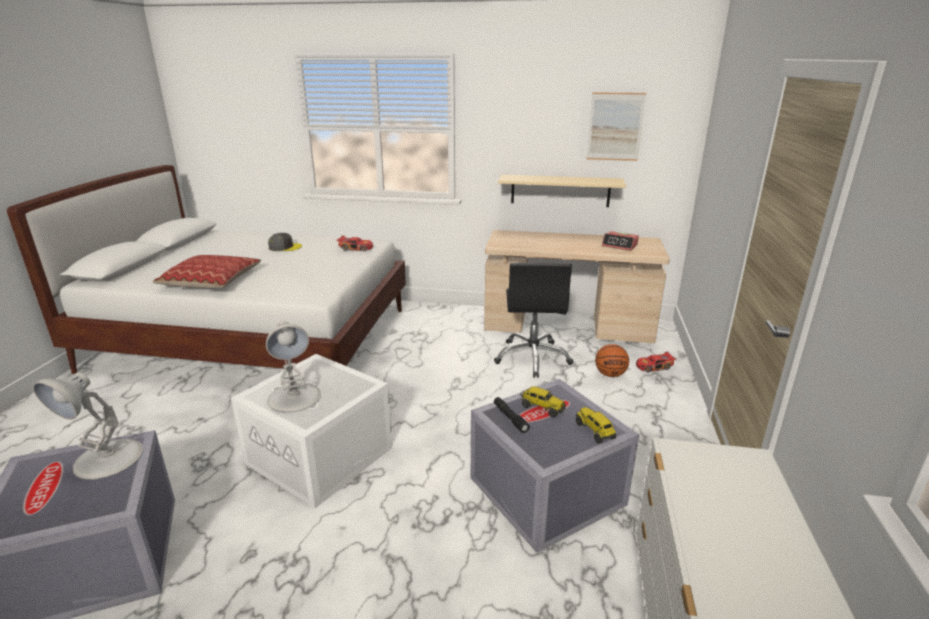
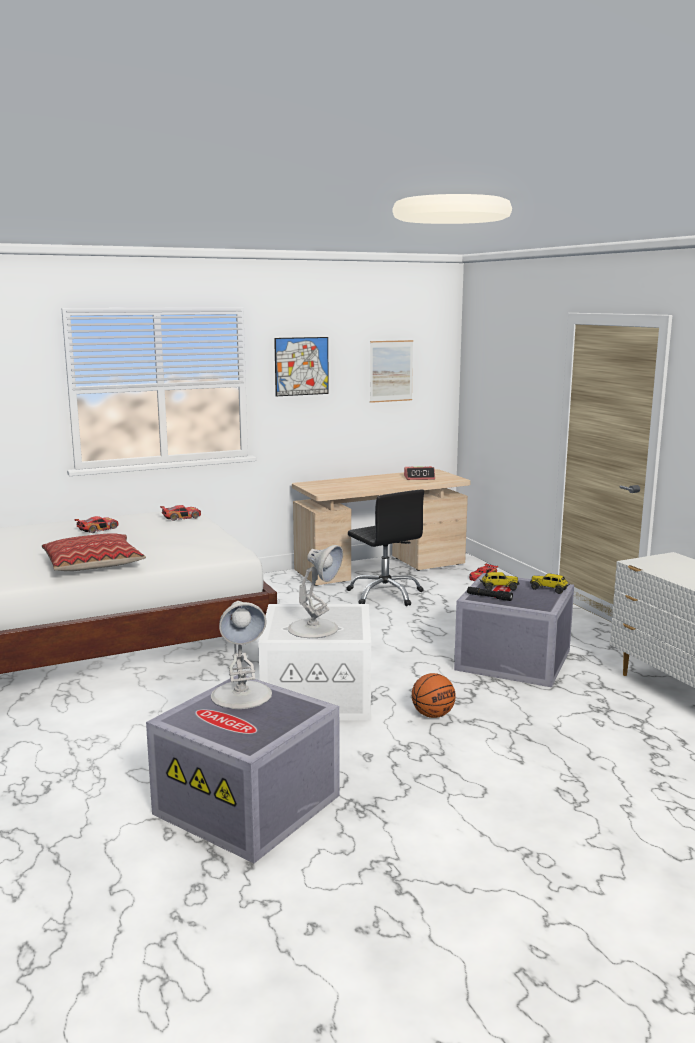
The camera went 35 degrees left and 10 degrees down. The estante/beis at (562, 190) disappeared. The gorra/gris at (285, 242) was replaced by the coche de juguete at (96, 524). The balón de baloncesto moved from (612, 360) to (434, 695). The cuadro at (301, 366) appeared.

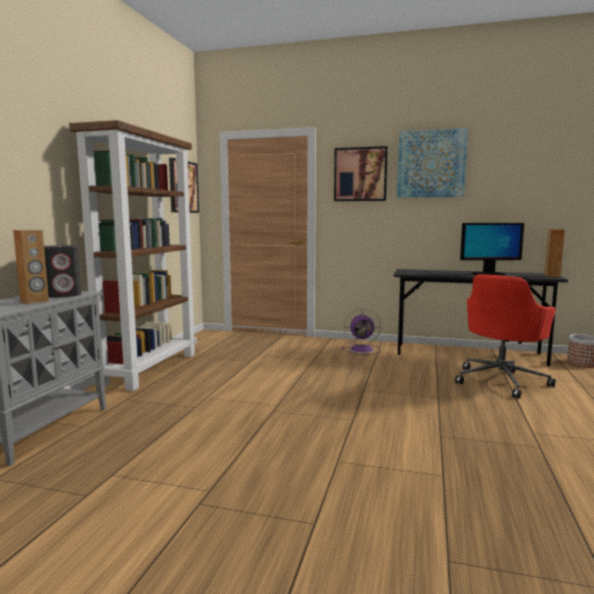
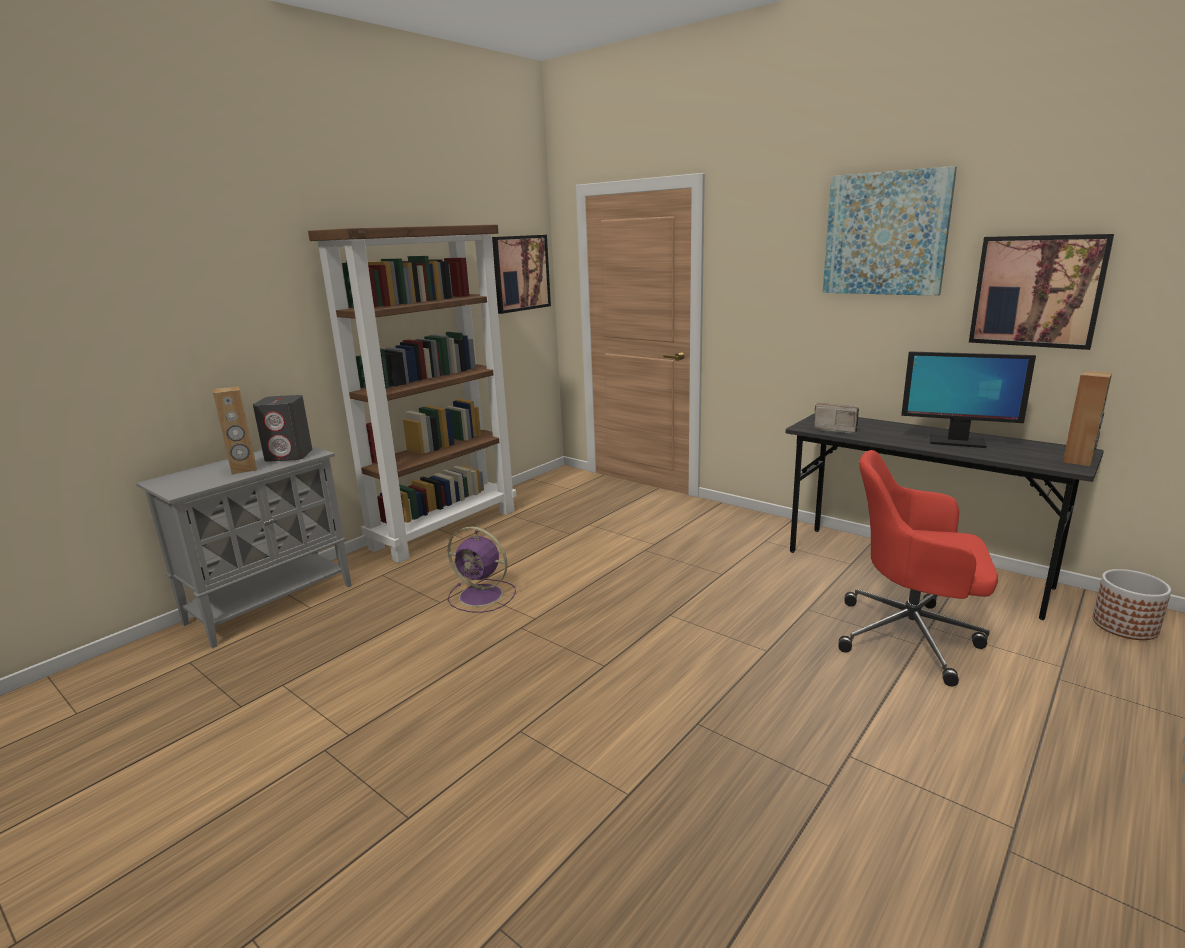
The camera went 25 degrees right and 10 degrees up. The cuadro moved from (361, 173) to (1041, 292). The silla de oficina/rojo at (505, 336) turned 45 degrees clockwise. The ventilador/morado moved from (361, 332) to (481, 569). The radio at (836, 418) appeared.

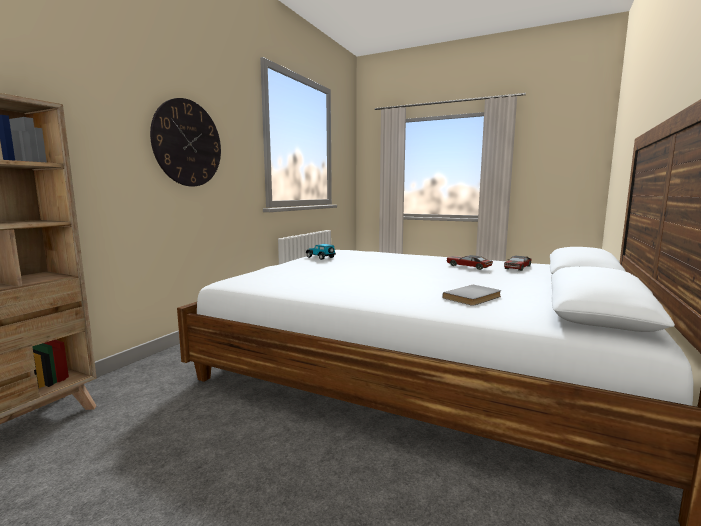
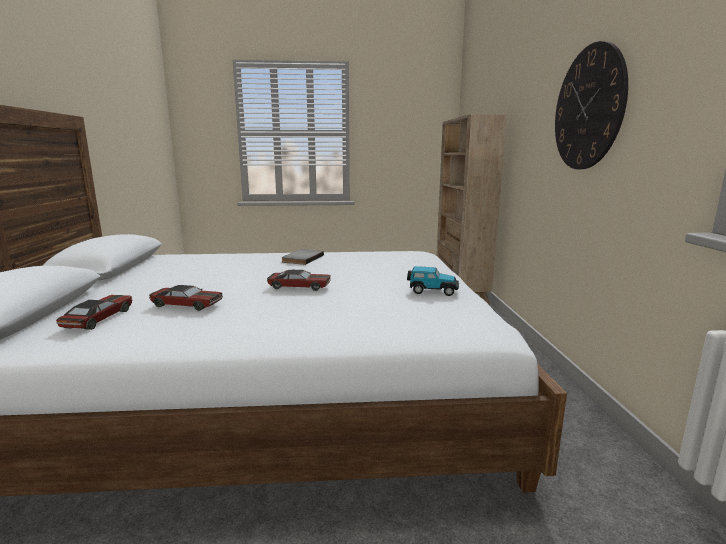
The camera went 150 degrees right and 5 degrees up. The libro/gris moved from (471, 295) to (302, 257). The coche de juguete at (299, 280) appeared.

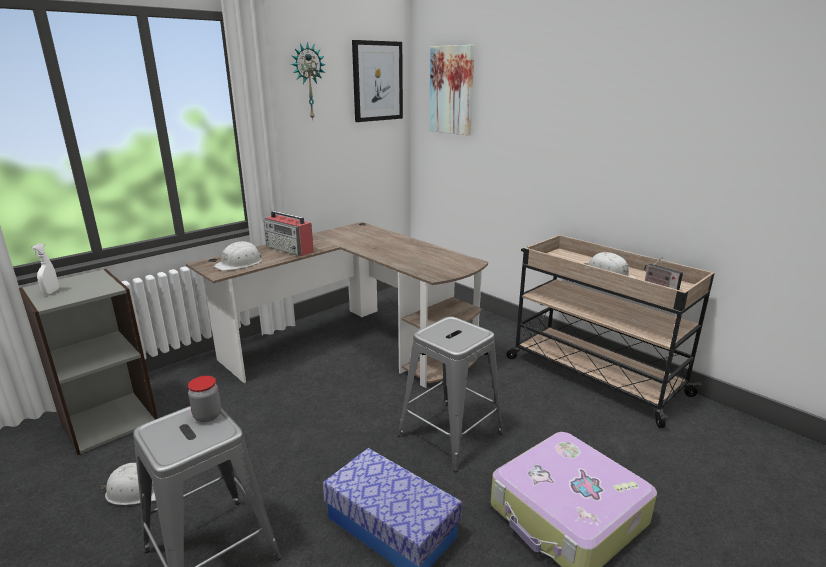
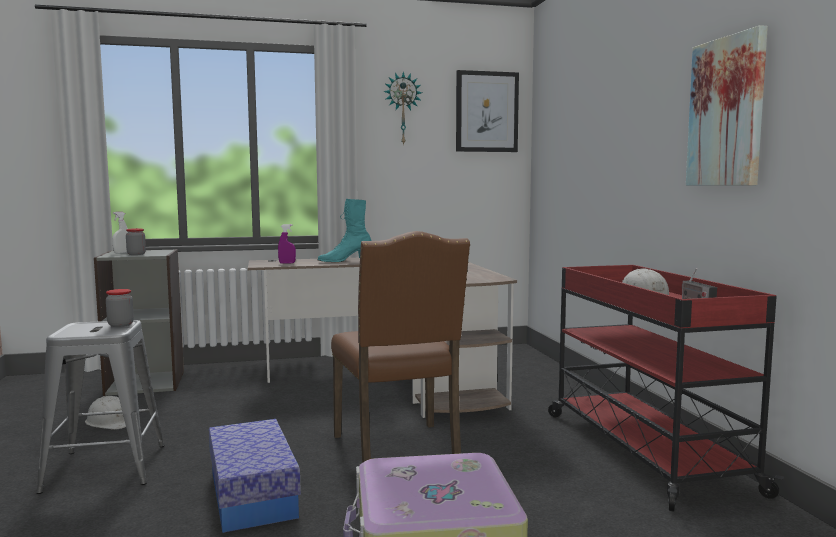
The camera went 30 degrees right and 15 degrees down. The cuadro moved from (452, 90) to (727, 105). The radio at (288, 233) was replaced by the bota/turquesa at (344, 230). The carrito/beis at (610, 331) became the carrito/rojo at (666, 388). The casco/blanco at (238, 255) was replaced by the pulverizador/morado at (287, 244). The taburete/gris at (450, 394) was replaced by the silla/marrón at (400, 347). The tarro at (136, 241) appeared.

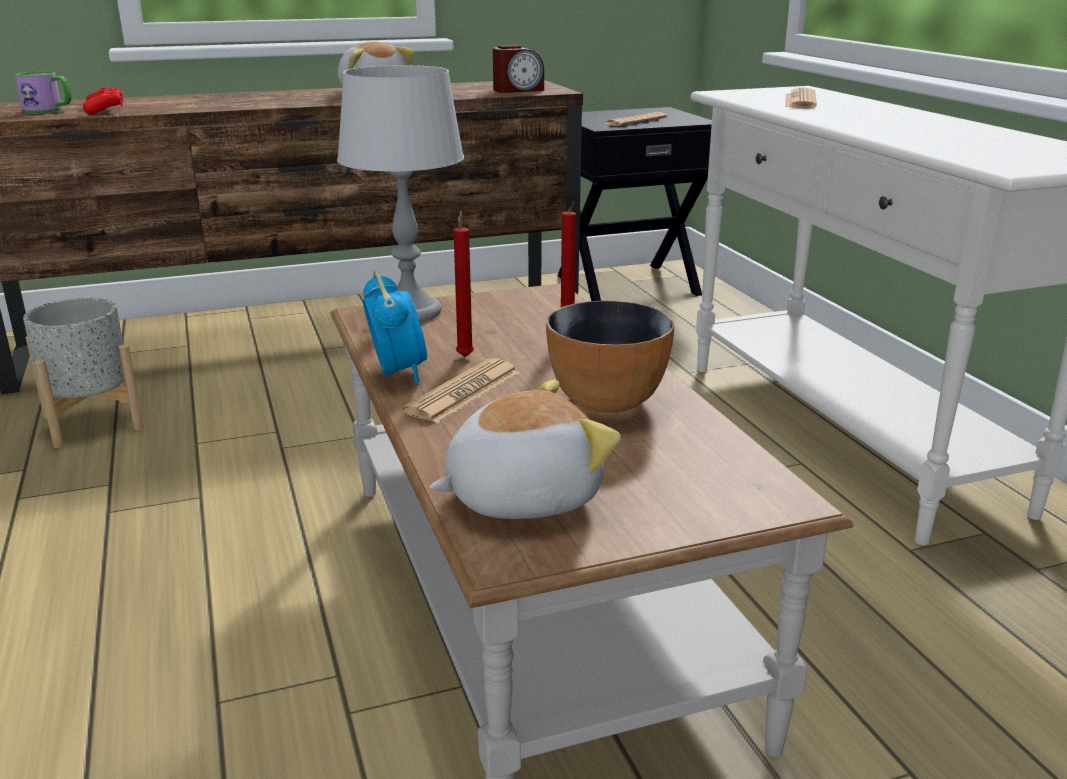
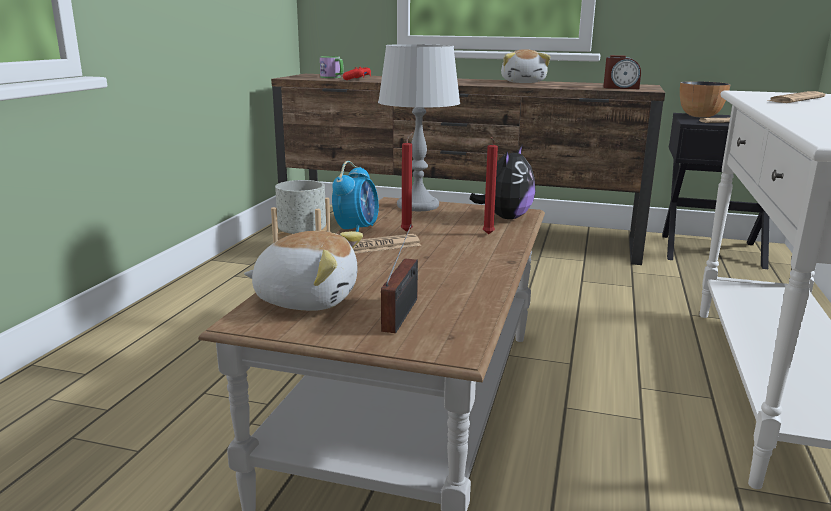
The camera went 35 degrees right and 5 degrees down. The cuenco moved from (610, 357) to (705, 99). The peluche at (503, 182) appeared. The radio at (399, 278) appeared.

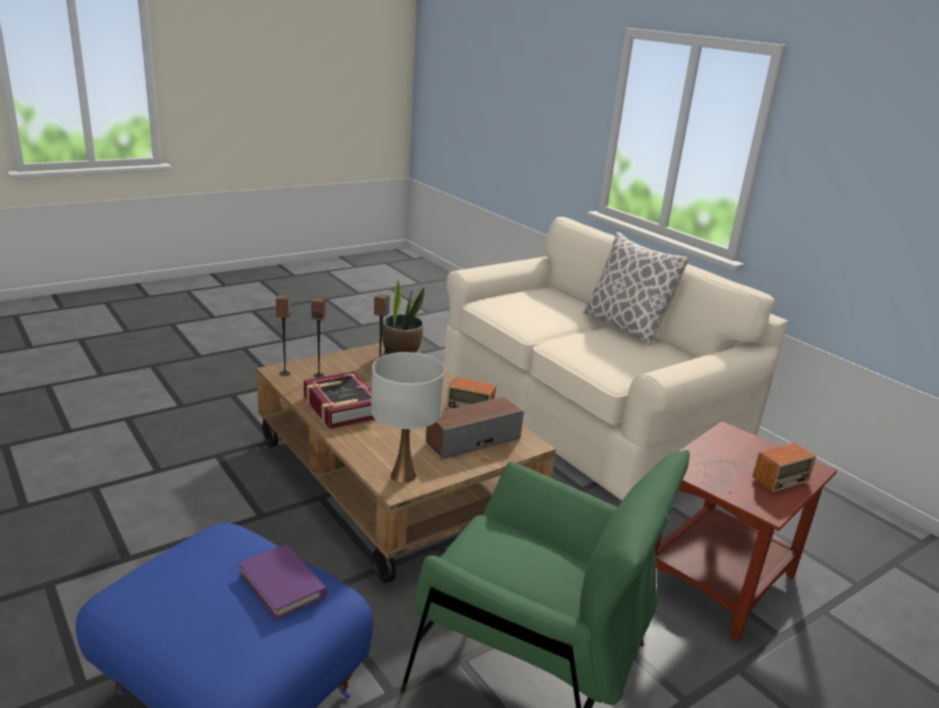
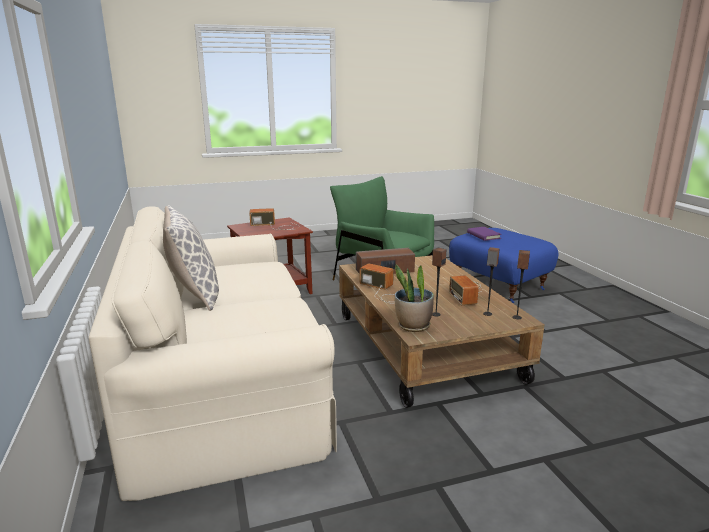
The camera went 160 degrees left and 5 degrees down. The lámpara de mesa/blanco at (408, 417) disappeared. The libro at (339, 400) was replaced by the radio at (466, 290).

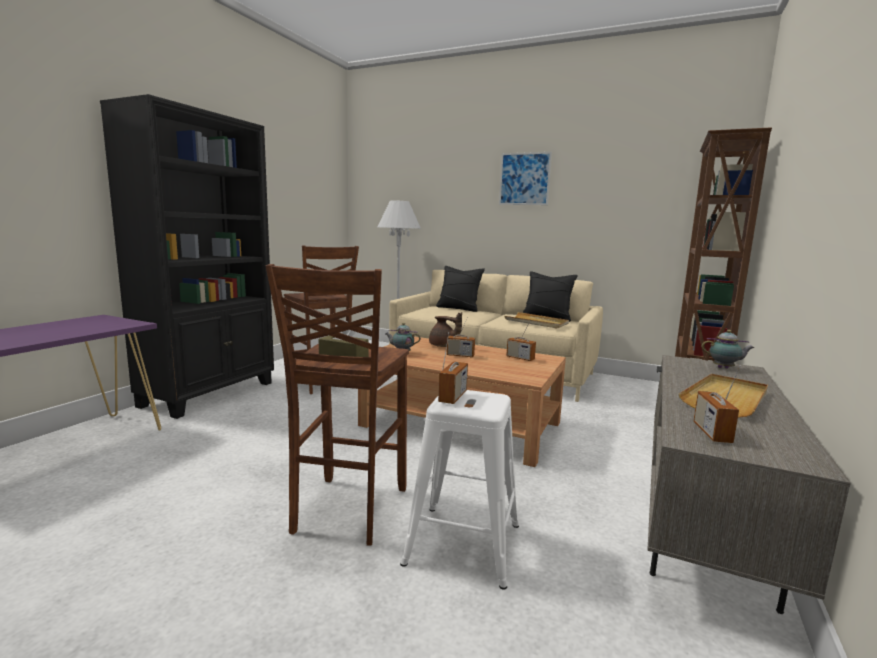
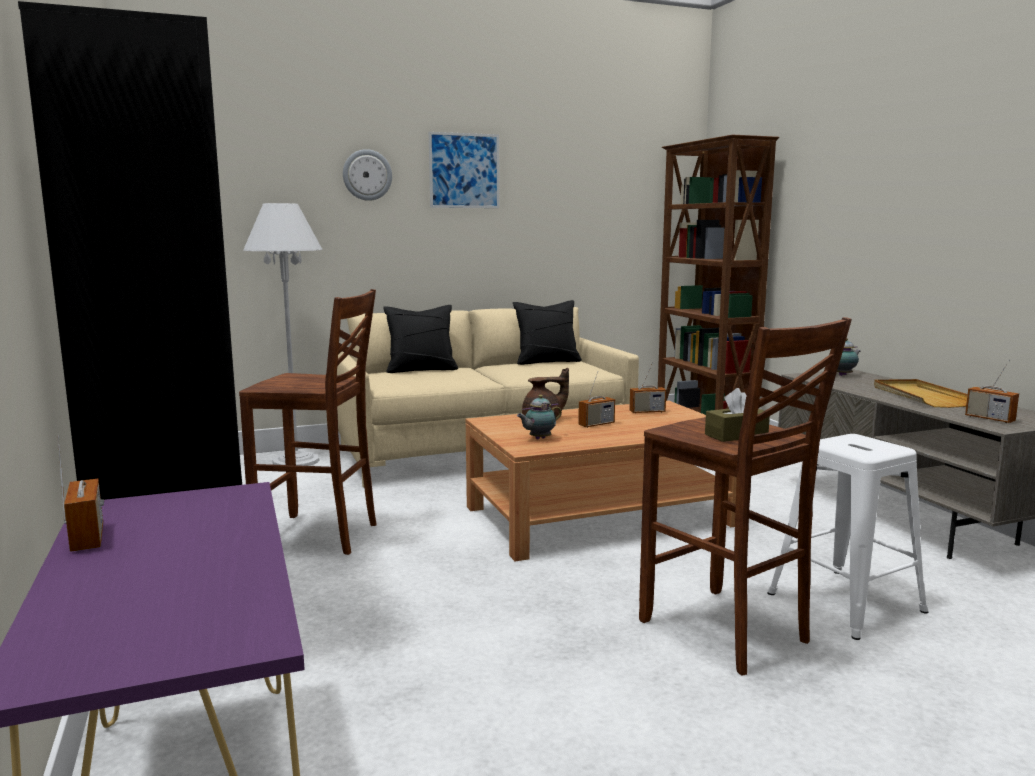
The camera went 45 degrees left and 0 degrees up. The bandeja/beis at (537, 320) disappeared. The radio moved from (453, 368) to (80, 493). The reloj de pared at (367, 175) appeared.

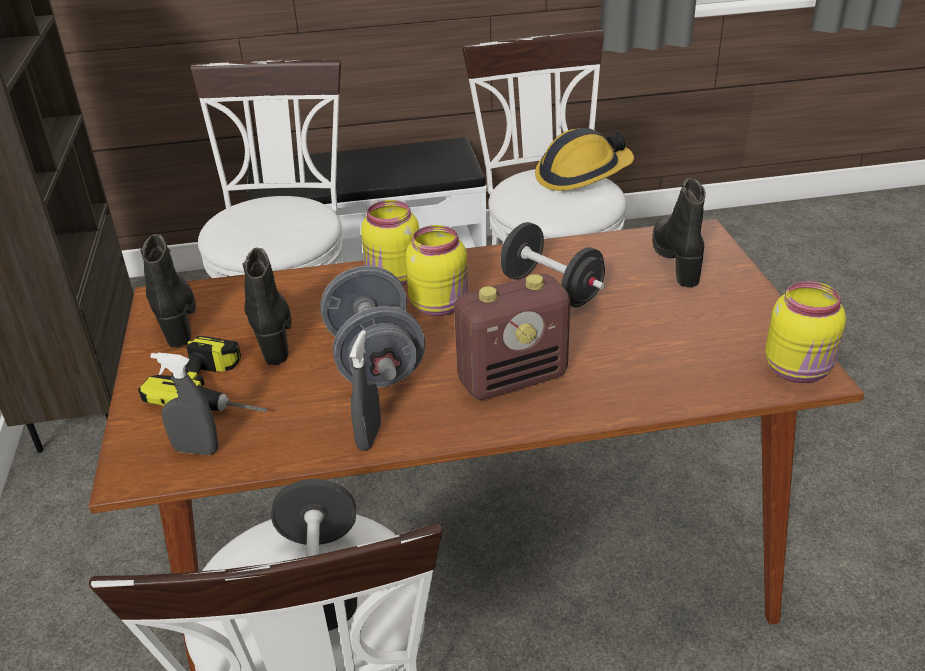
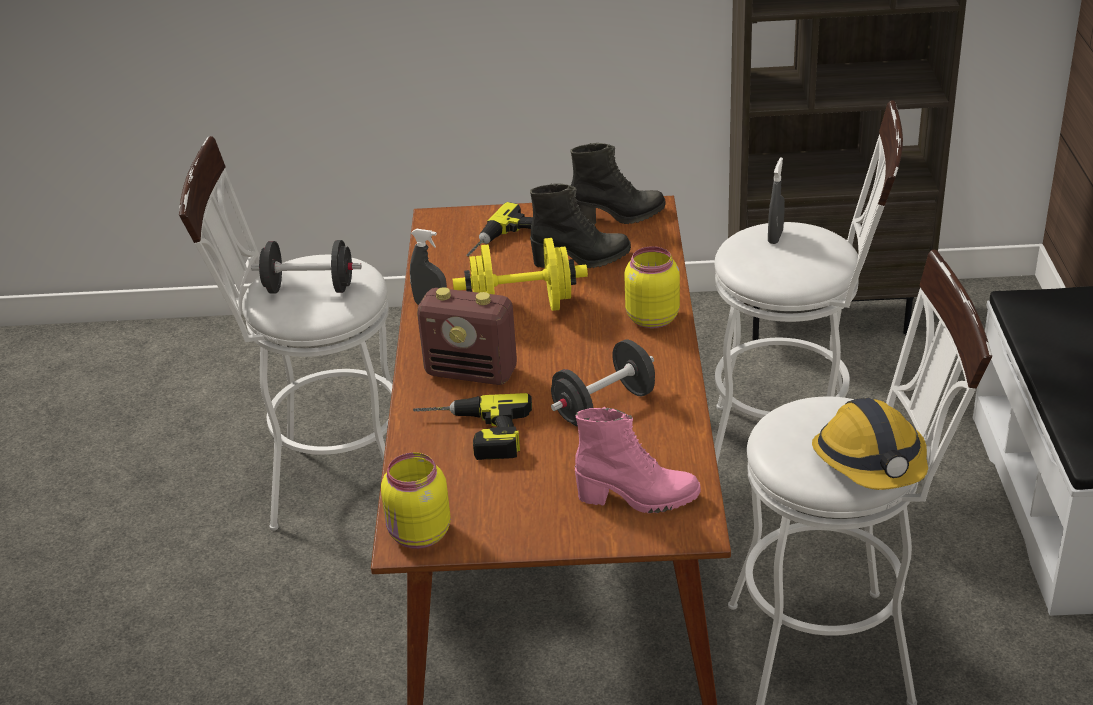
The camera went 100 degrees right and 0 degrees up. The bota/negro at (679, 233) became the bota/rosa at (638, 460). The tarro/amarillo at (436, 270) disappeared. The mancuerna/gris at (372, 327) became the mancuerna/amarillo at (520, 274). The radio at (512, 337) turned 60 degrees counterclockwise. The pulverizador/gris moved from (185, 403) to (776, 200). The taladro at (472, 426) appeared.

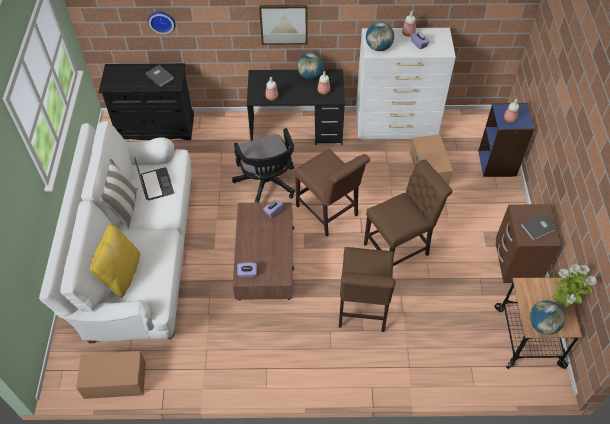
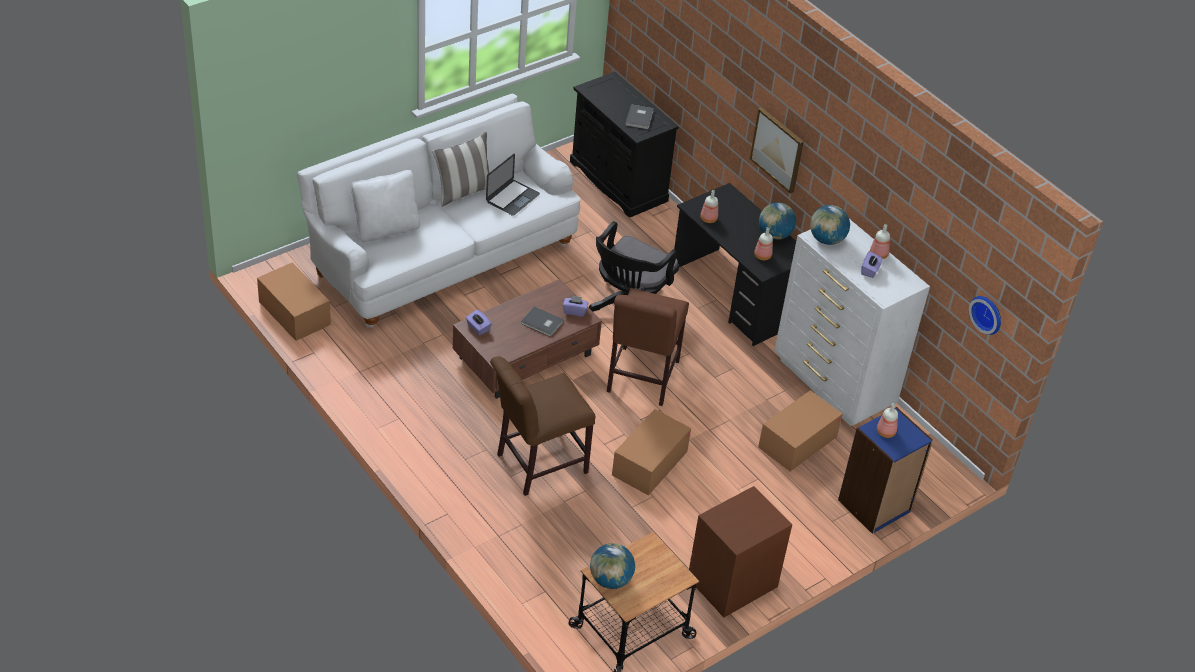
The camera went 50 degrees right and 10 degrees down. The reloj de pared moved from (162, 22) to (985, 315). The silla/marrón at (408, 213) was replaced by the caja de cartón at (651, 452). The libro/gris moved from (538, 227) to (542, 322). The cojín/amarillo at (115, 261) became the cojín/blanco at (385, 206). The planta en maceta at (574, 286) disappeared.

